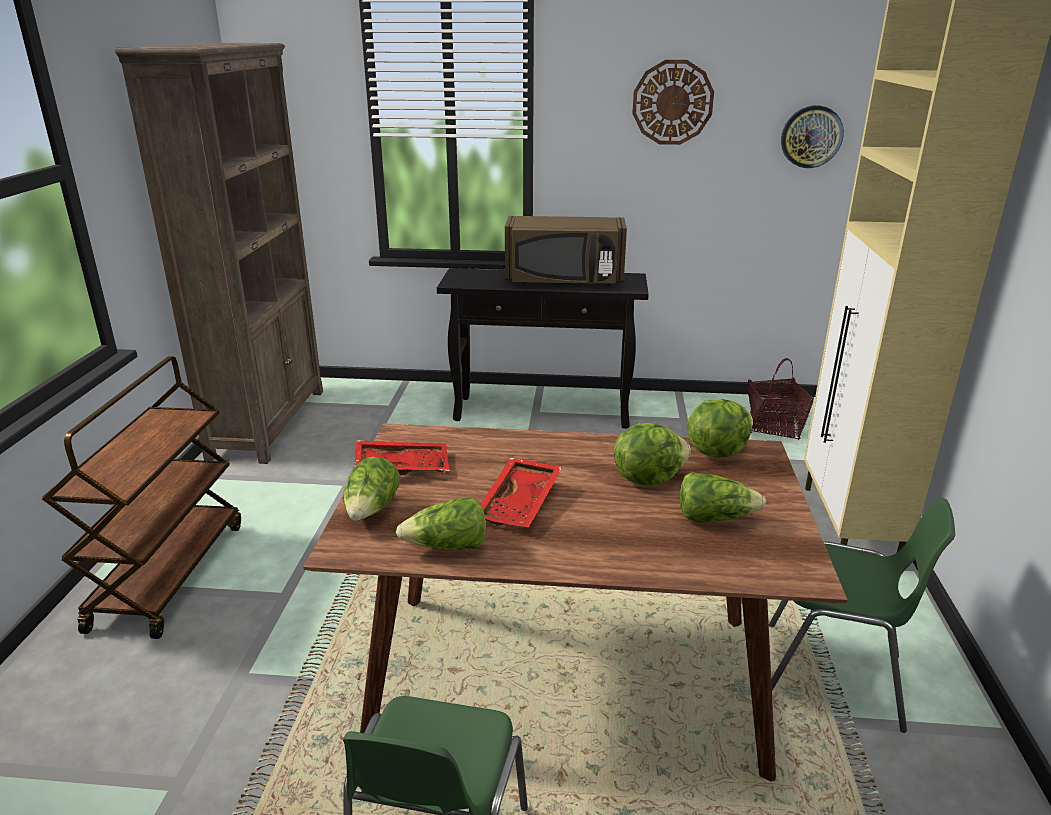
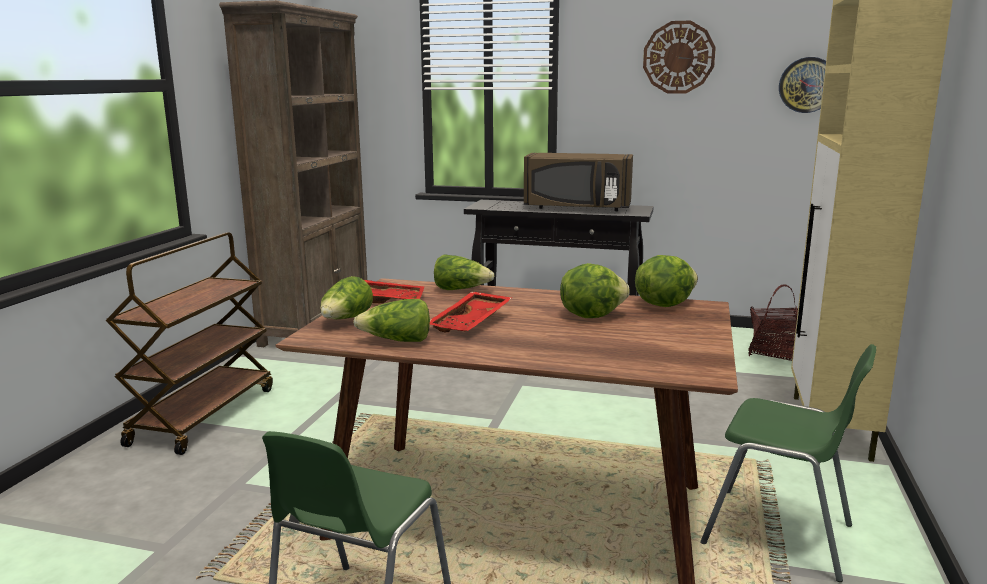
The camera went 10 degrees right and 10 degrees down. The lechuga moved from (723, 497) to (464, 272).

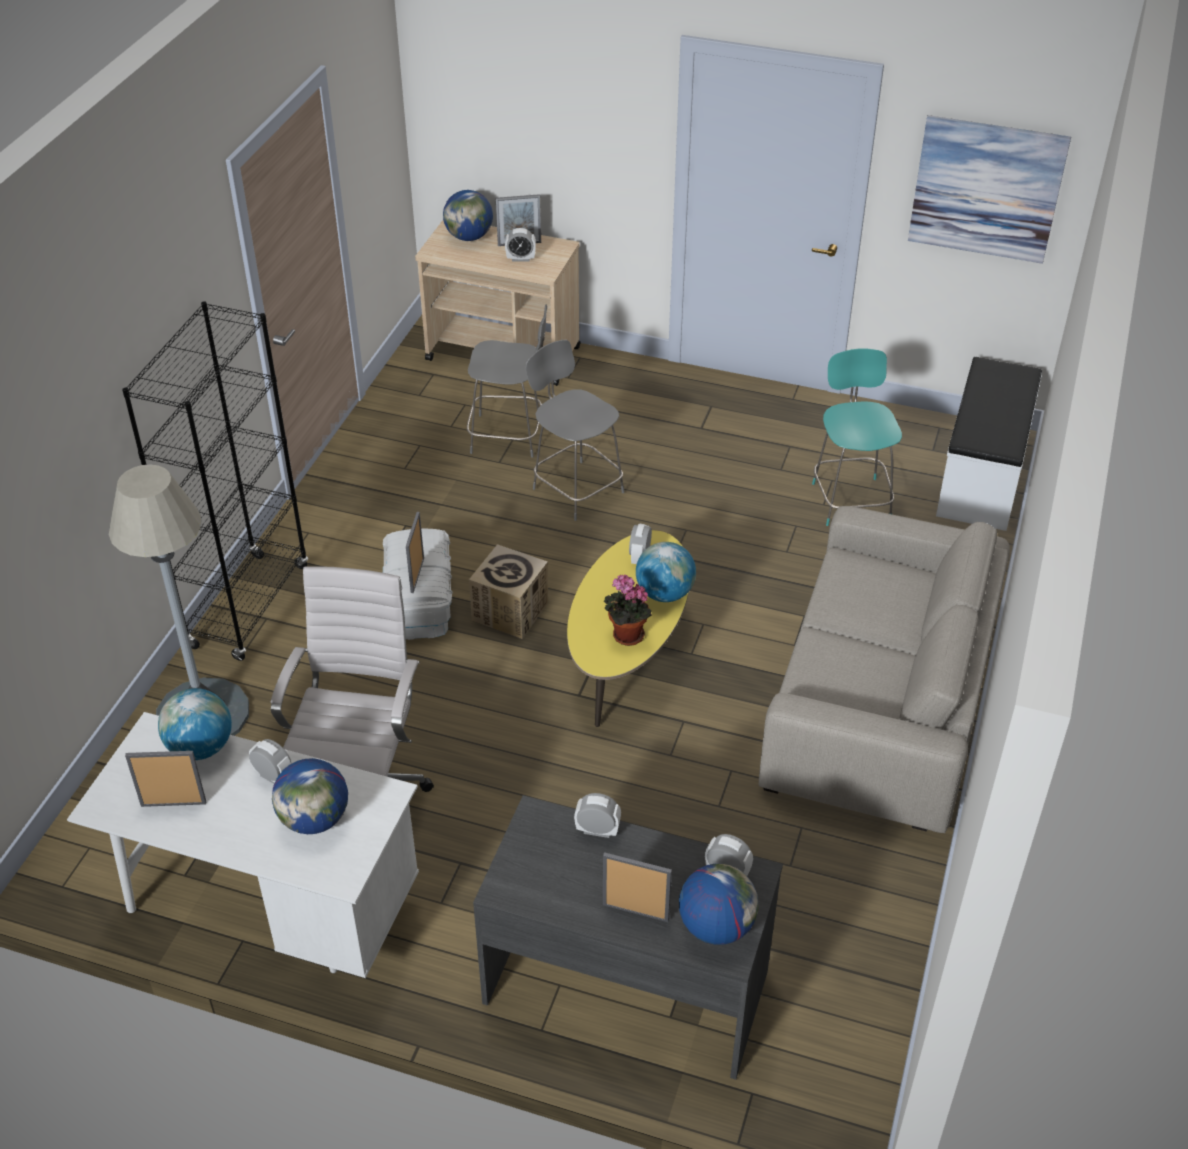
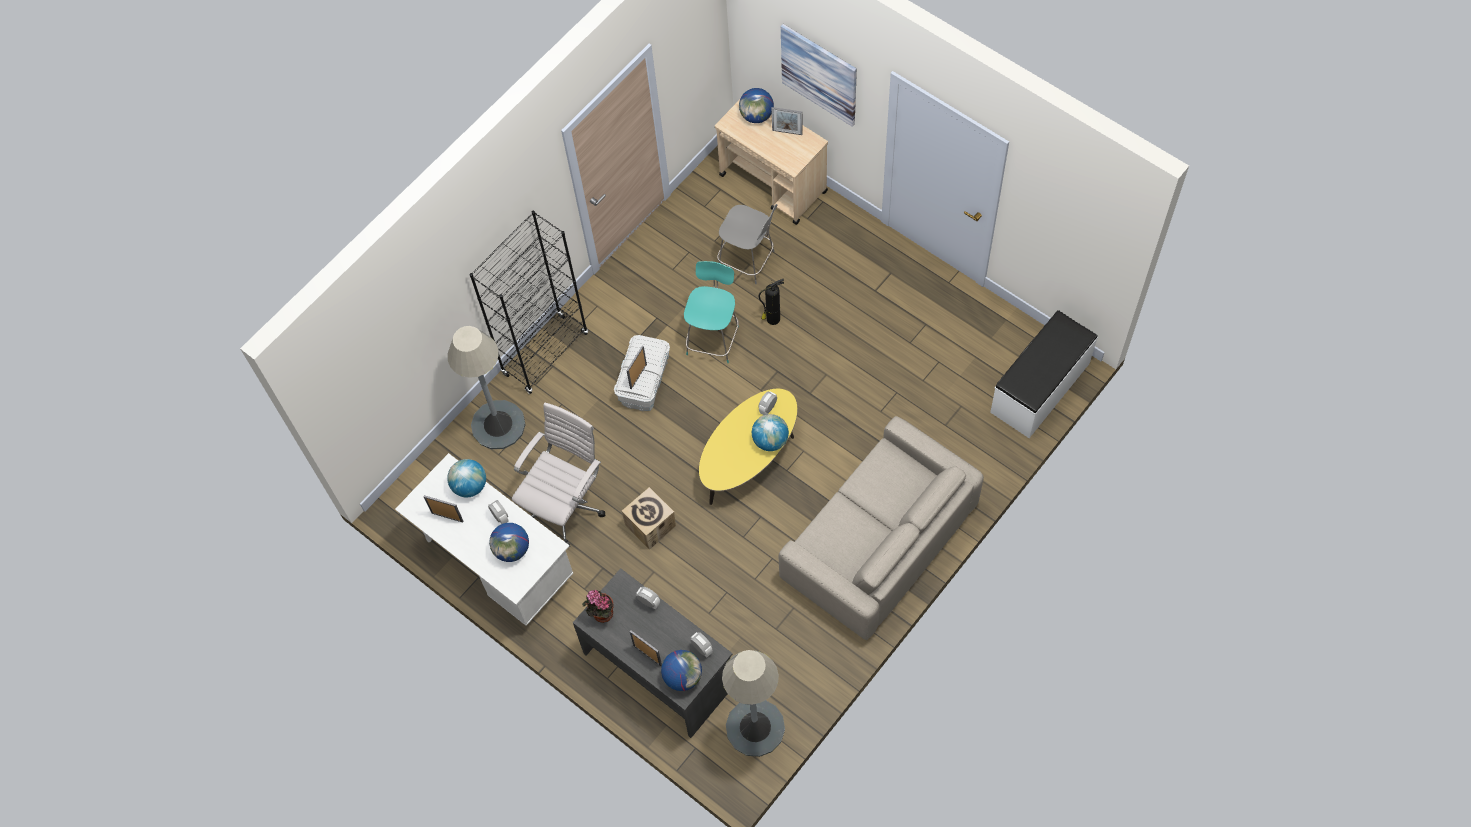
The camera went 25 degrees right and 20 degrees up. The cuadro moved from (989, 189) to (819, 75). The despertador at (520, 245) disappeared. The silla/gris at (574, 430) was replaced by the extintor at (771, 302). The silla/turquesa moved from (857, 437) to (711, 312). The caja de cartón moved from (508, 591) to (649, 518). The planta en maceta moved from (628, 610) to (598, 606). The lámpara de pie/gris at (753, 703) appeared.

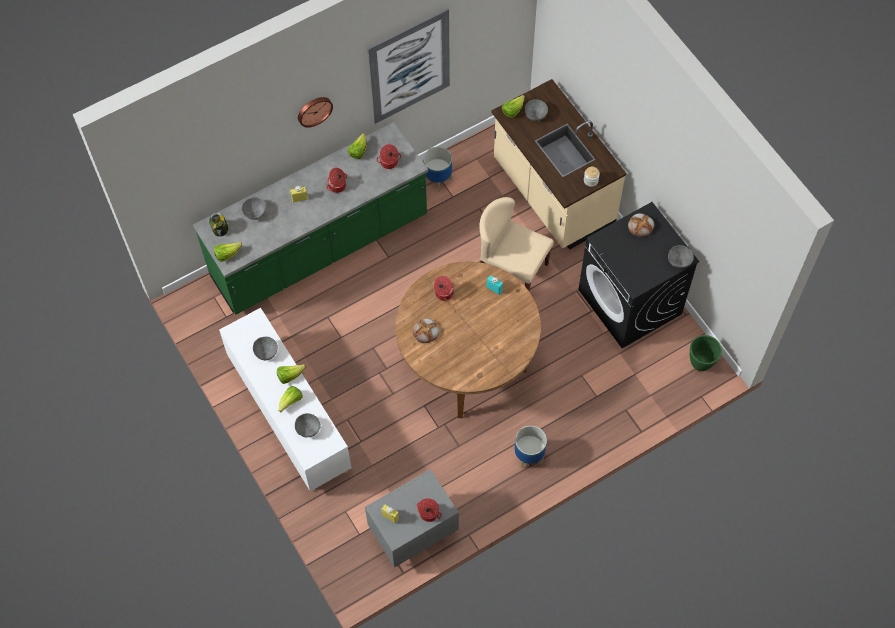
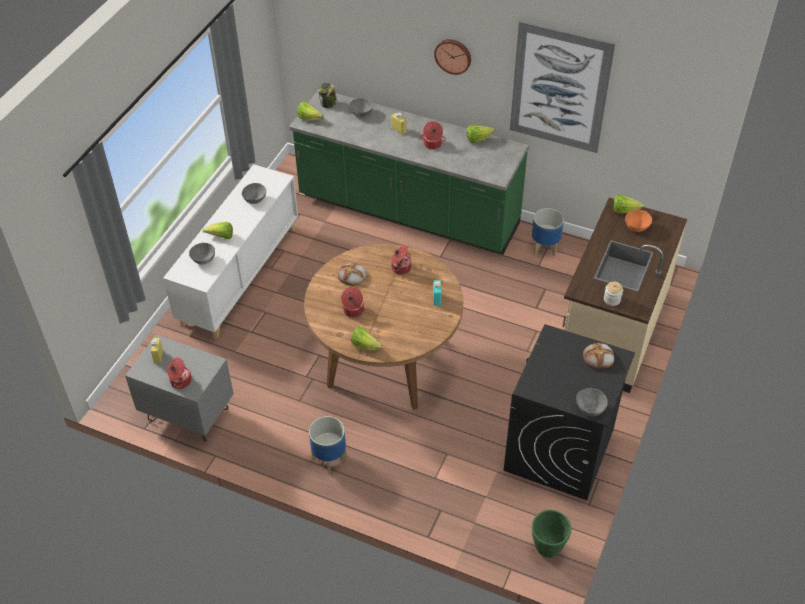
The camera went 55 degrees right and 15 degrees down. The cuenco/gris at (536, 110) became the cuenco/naranja at (638, 221). The olla moved from (388, 156) to (353, 302). The silla/beis at (516, 244) disappeared. The lechuga moved from (291, 374) to (367, 338).

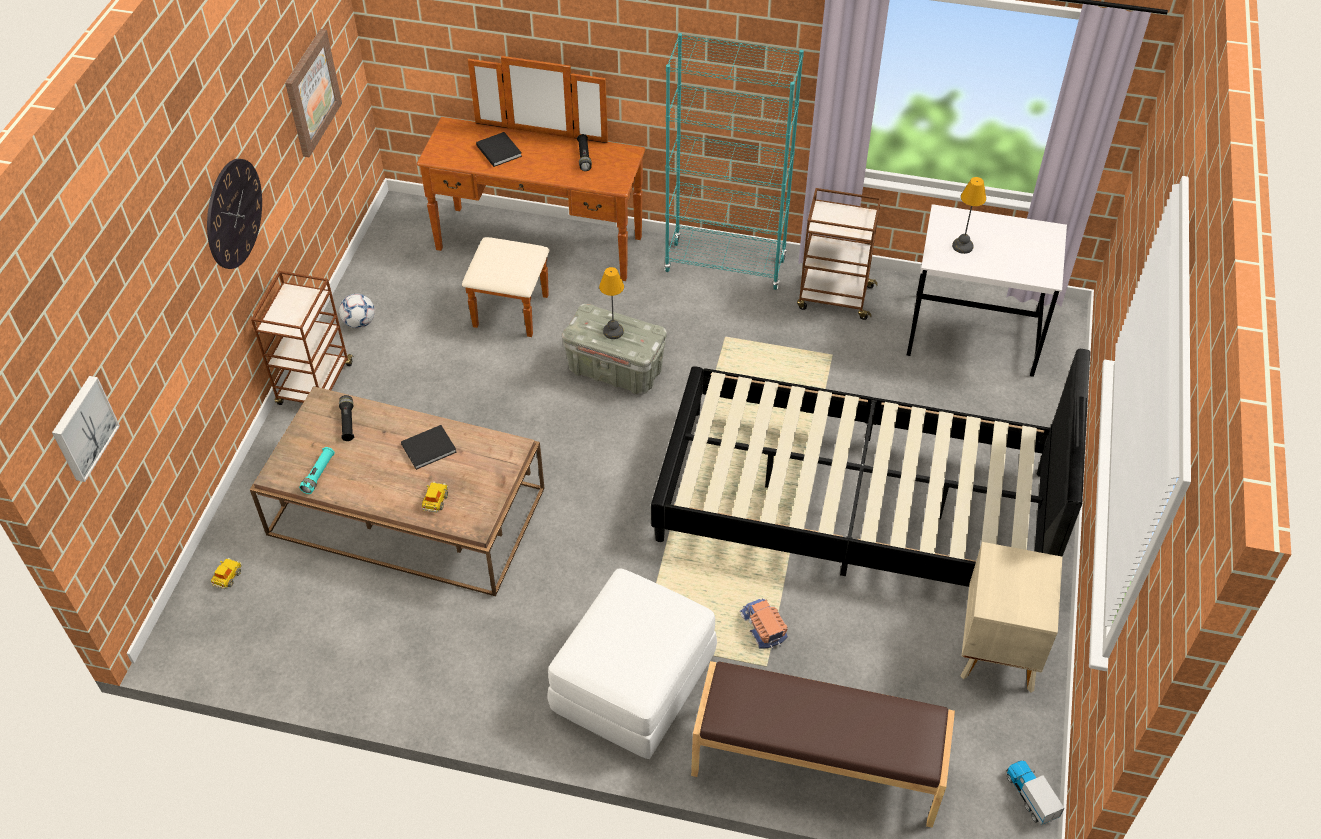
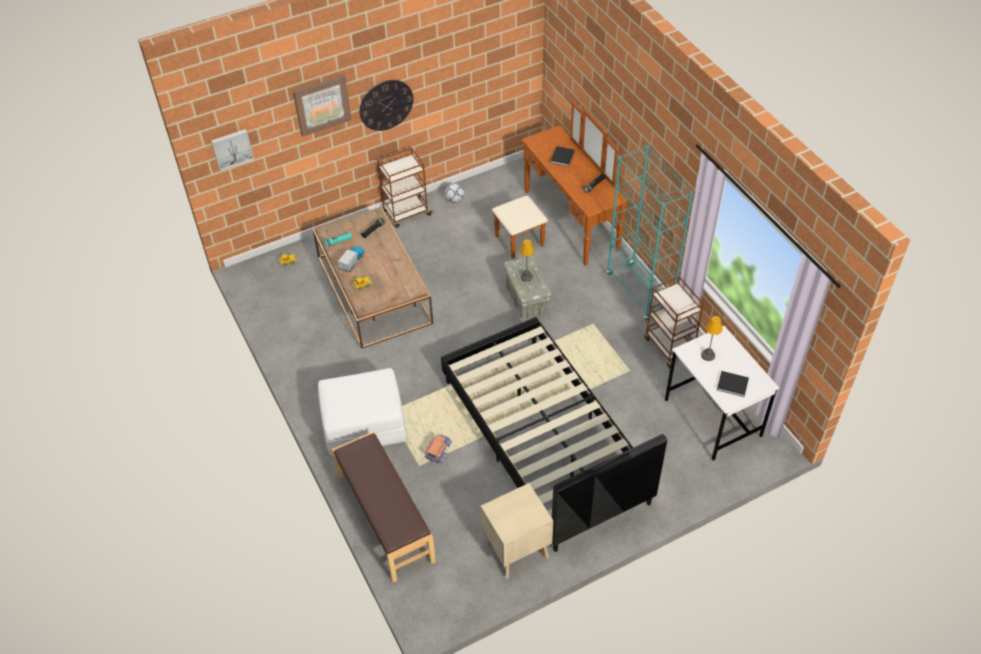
The camera went 50 degrees right and 0 degrees up. The cuadro moved from (313, 93) to (322, 105). The libro/negro moved from (429, 447) to (733, 384). The camión de juguete moved from (1035, 792) to (351, 259).

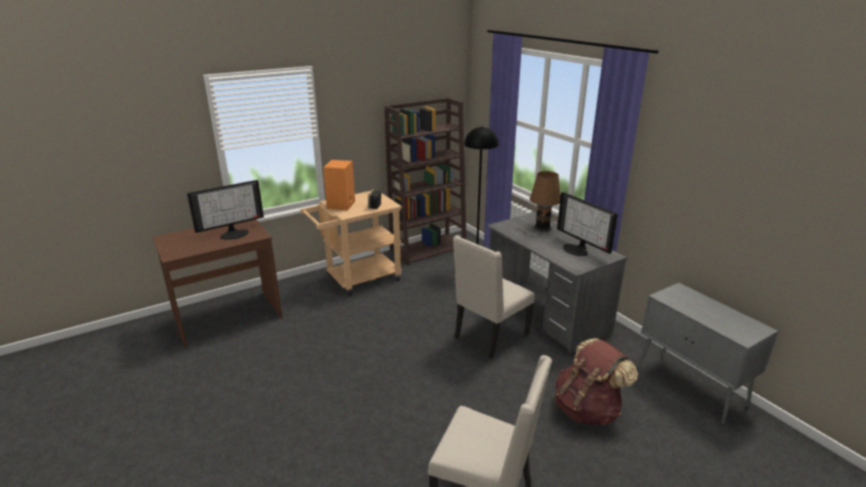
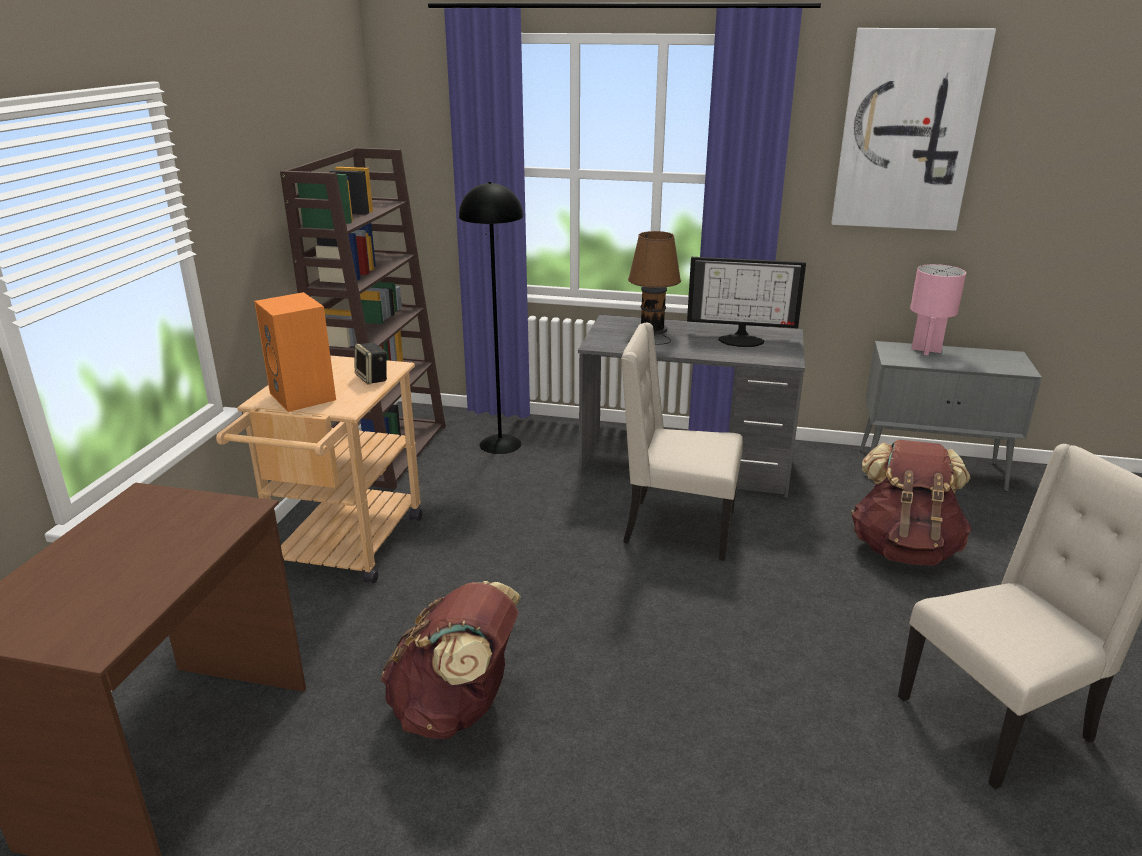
The camera went 45 degrees left and 0 degrees up. The monitor at (225, 210) disappeared. The silla/beis at (494, 297) turned 105 degrees clockwise. The cuadro at (913, 129) appeared. The lámpara de mesa/rosa at (938, 309) appeared. The mochila/marrón at (450, 660) appeared.

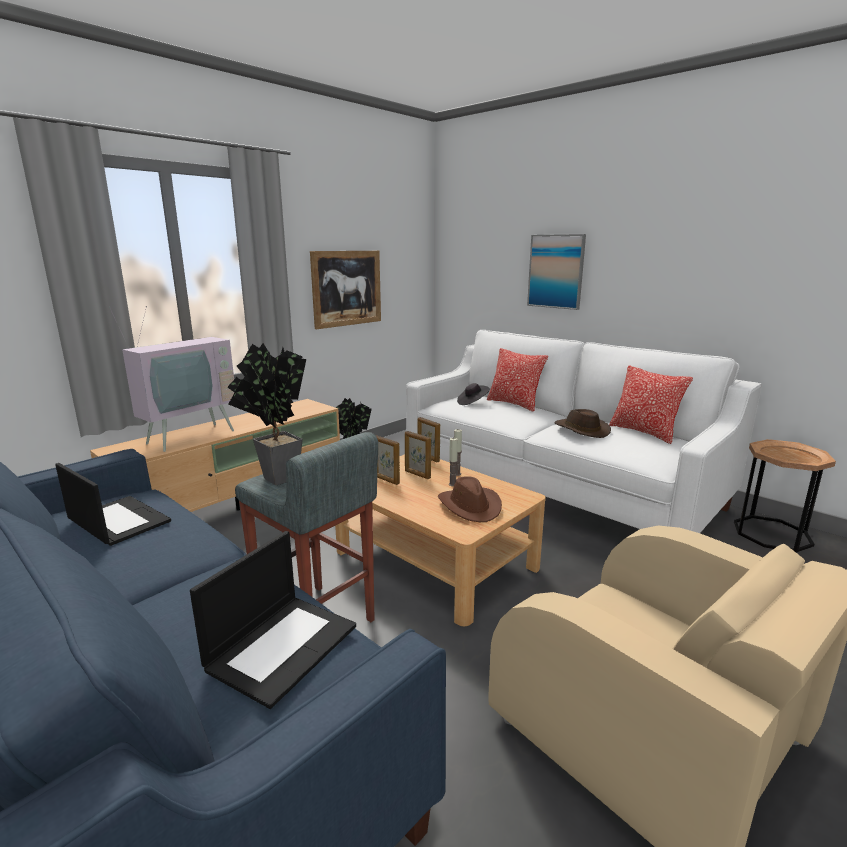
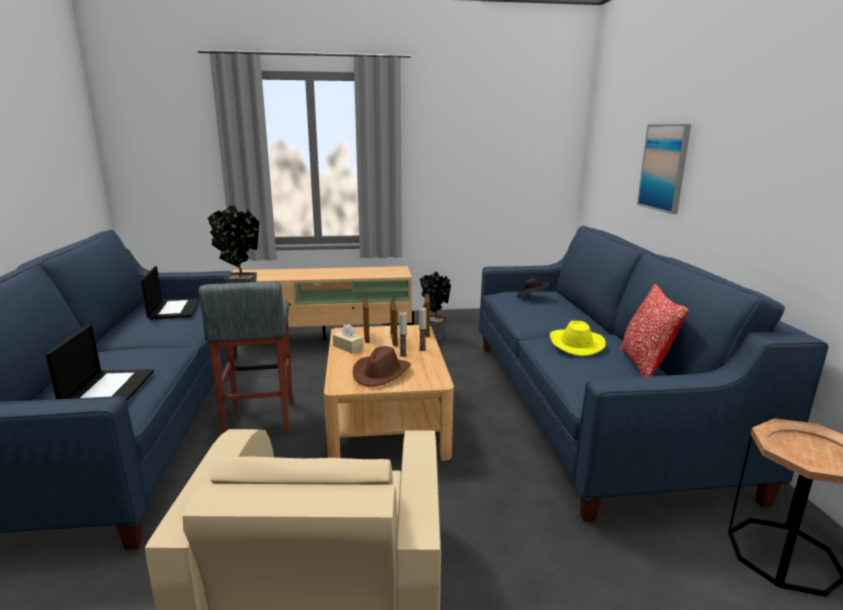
The camera went 40 degrees right and 0 degrees up. The cuadro at (345, 290) disappeared. The televisor at (171, 379) disappeared. The sofá/blanco at (584, 431) became the sofá/azul at (653, 374). The cojín at (517, 380) disappeared. The sombrero/marrón at (583, 423) became the sombrero/amarillo at (578, 338). The portátil at (273, 620) turned 75 degrees counterclockwise. The caja de pañuelos/beis at (348, 338) appeared.

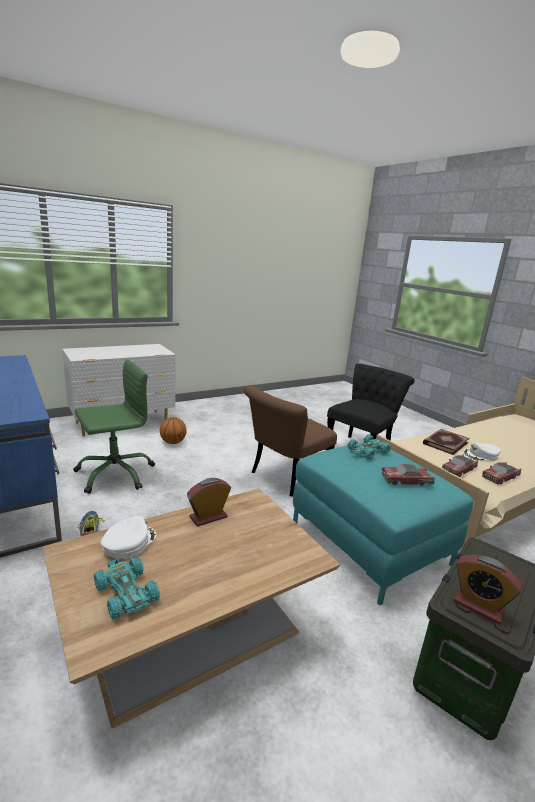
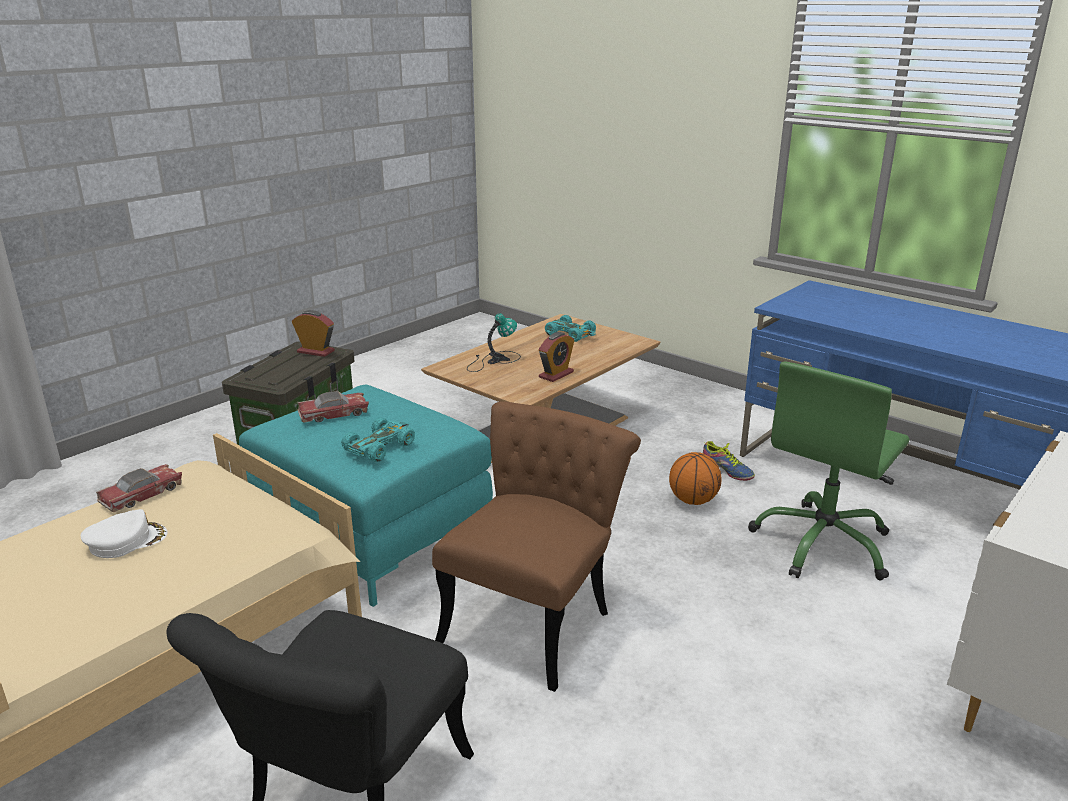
The camera went 165 degrees right and 5 degrees up. The balón de baloncesto moved from (173, 430) to (695, 478). The libro at (446, 442) disappeared. The coche de juguete at (460, 465) disappeared. The gorra/blanco at (129, 537) disappeared. The lámpara de mesa at (494, 342) appeared.

